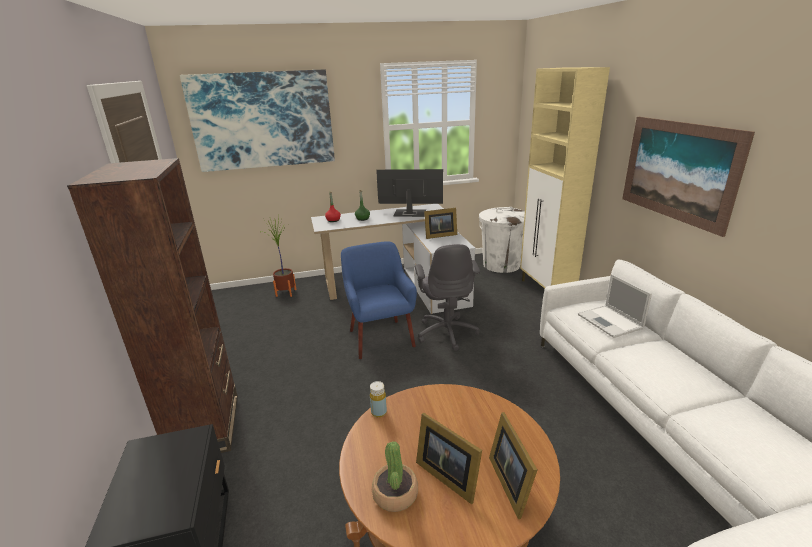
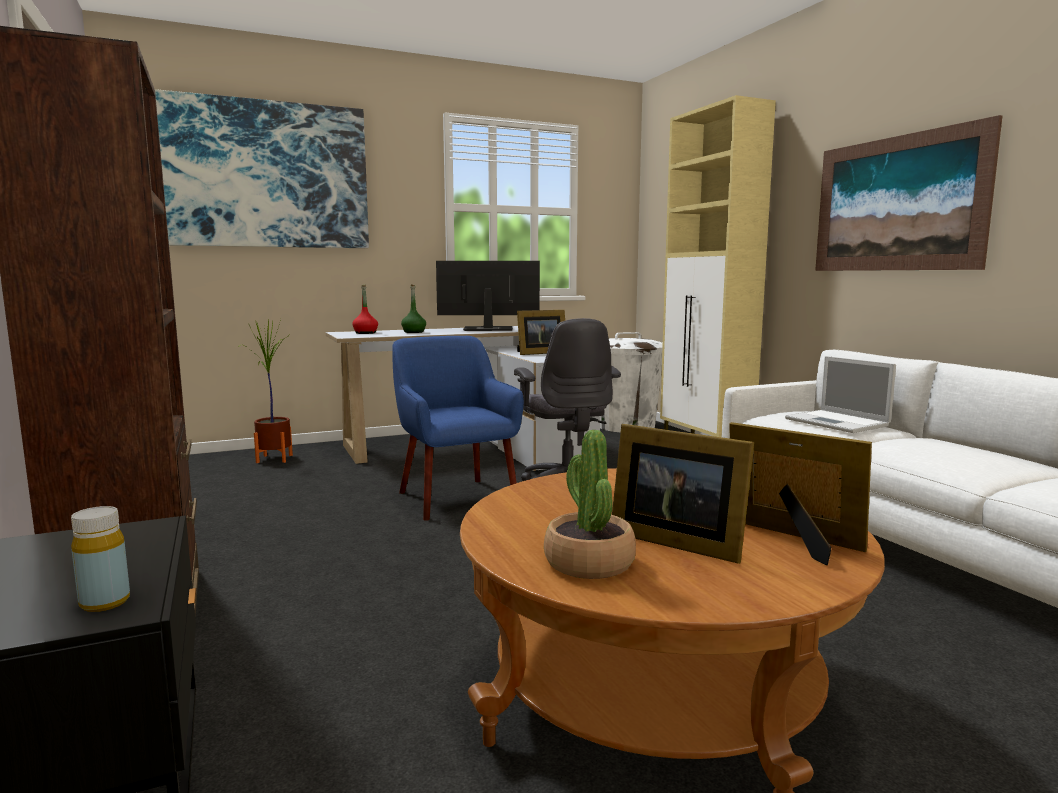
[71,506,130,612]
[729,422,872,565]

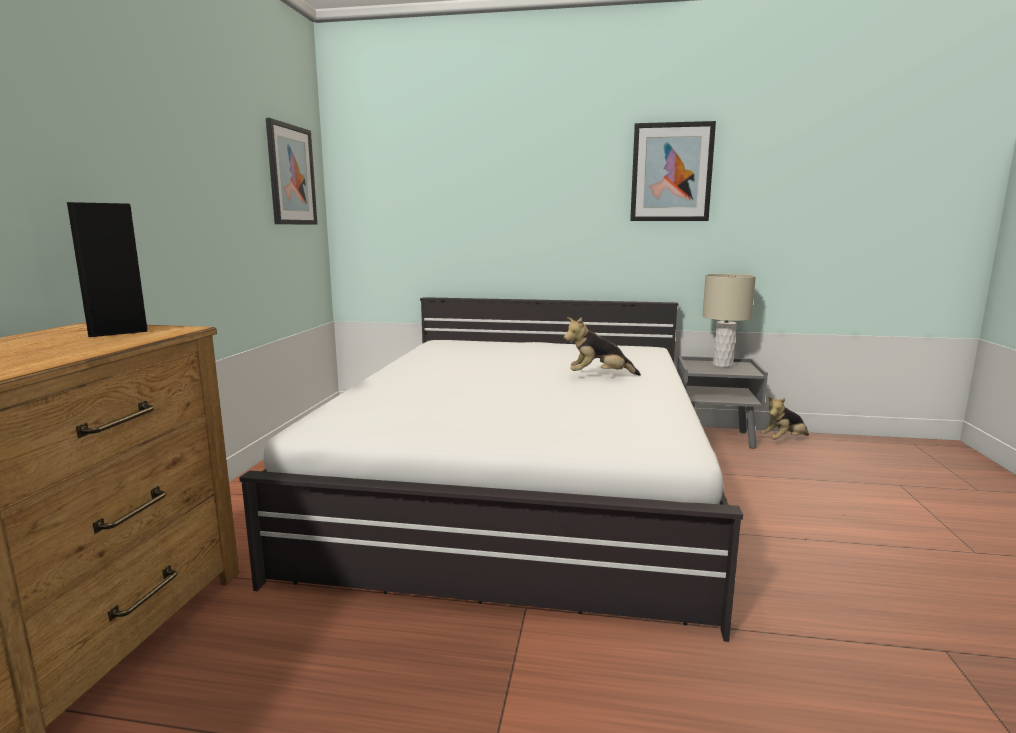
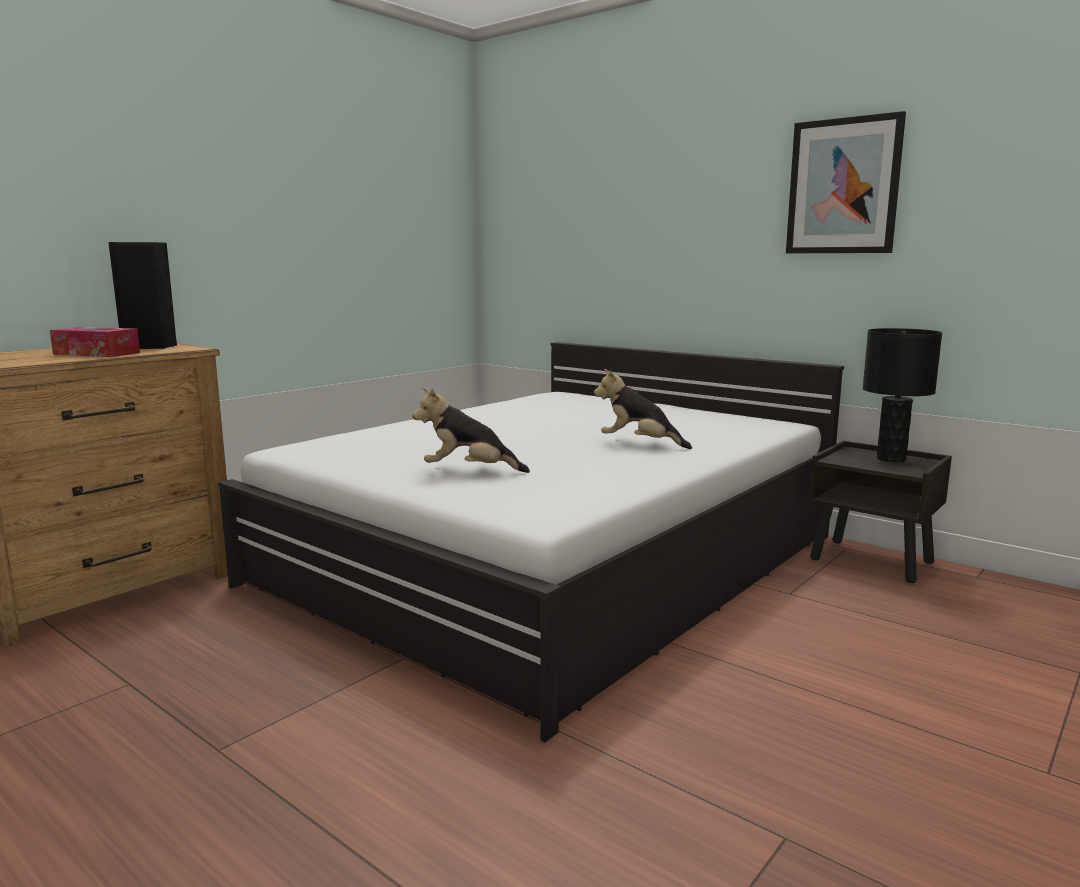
[266,118,317,225] (first image)
[809,441,952,583]
[862,328,942,462]
[412,387,530,473]
[50,327,140,357]

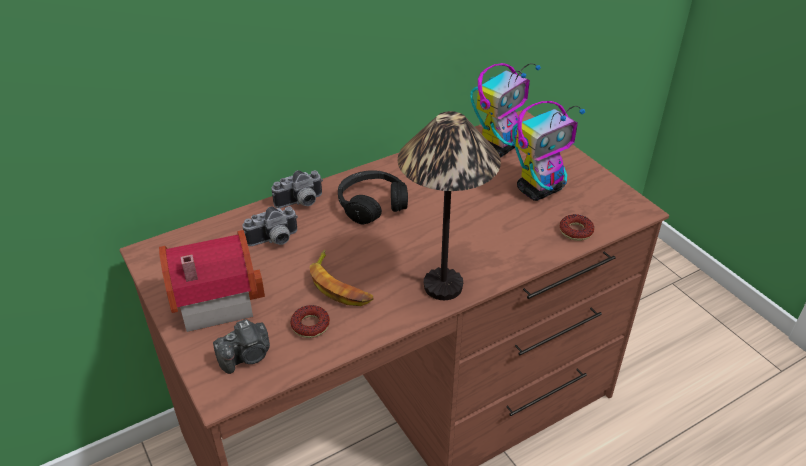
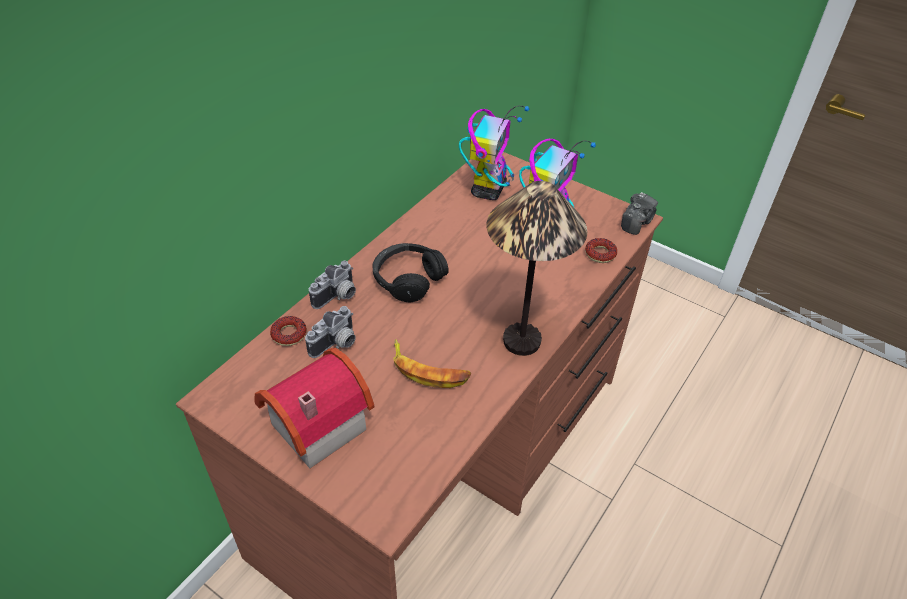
[621,192,658,235]
[270,316,307,346]

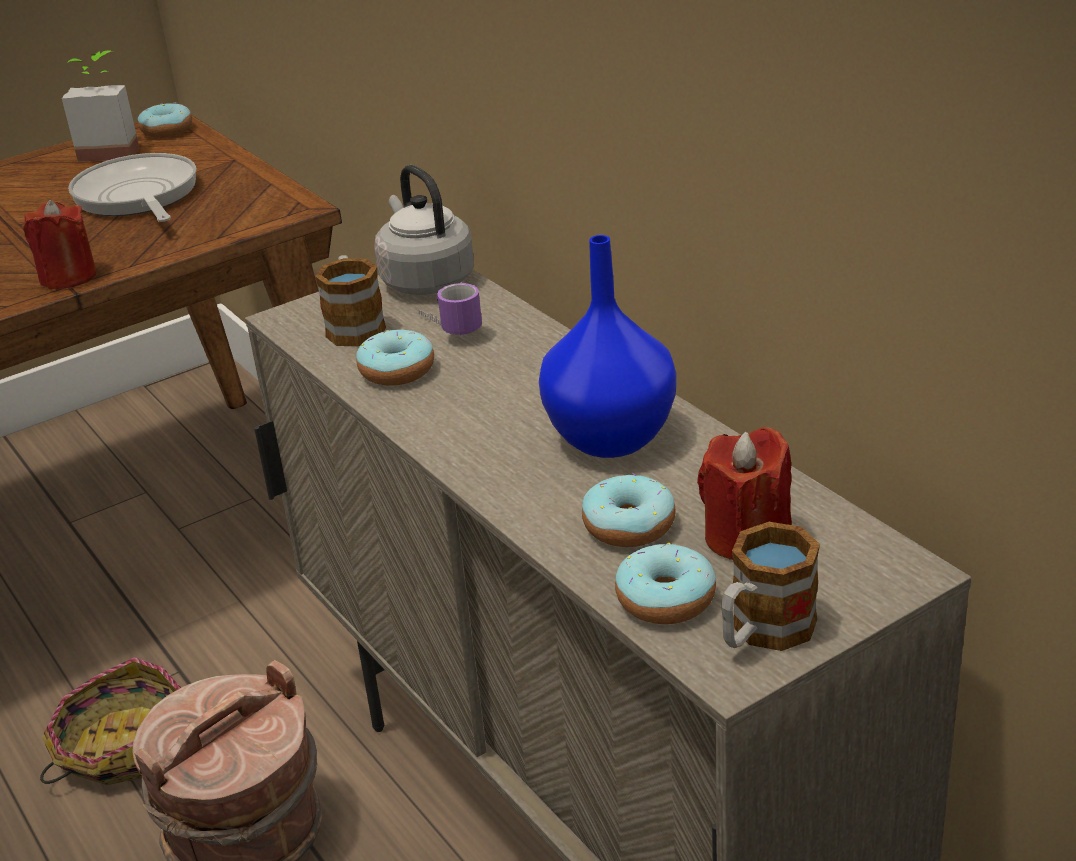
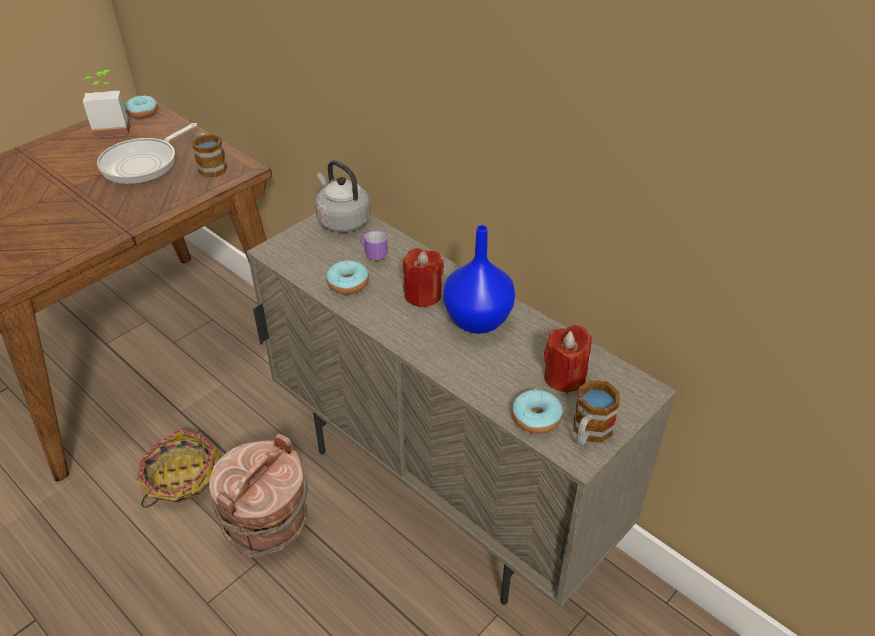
[403,248,444,308]
[97,123,197,184]
[192,133,227,177]
[582,473,676,547] (first image)

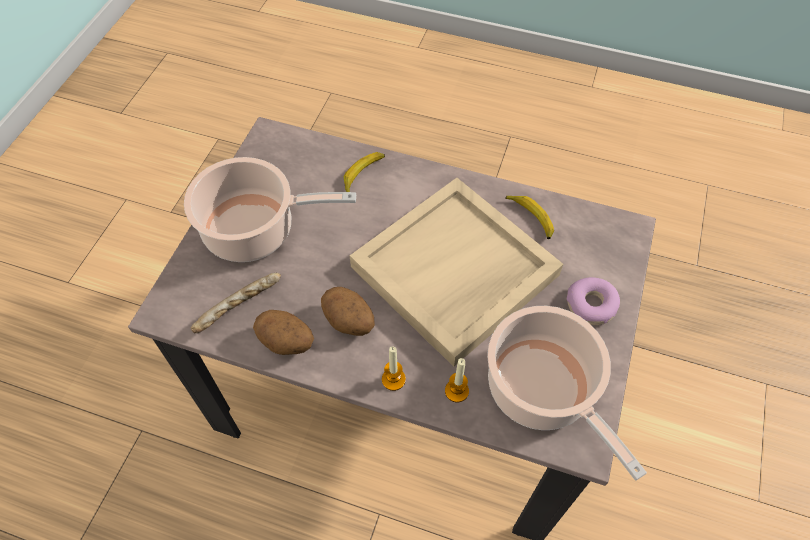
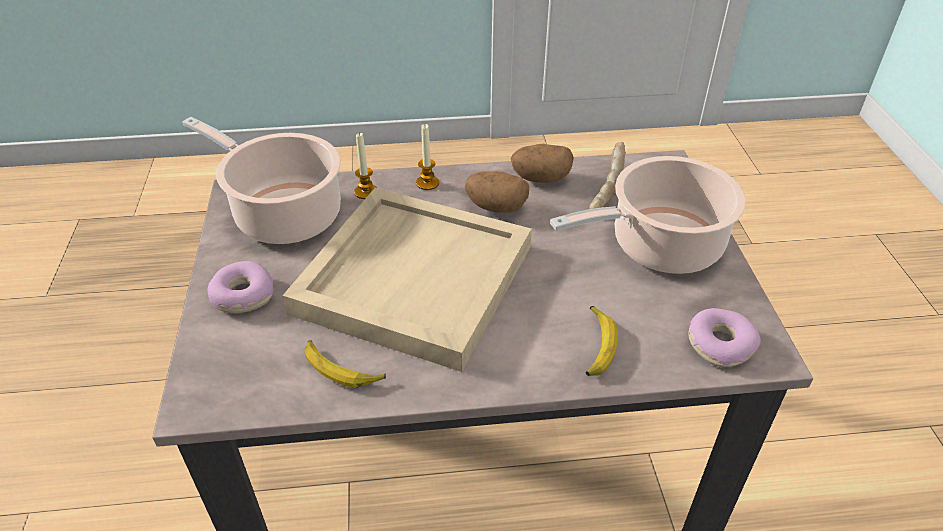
[688,308,761,367]

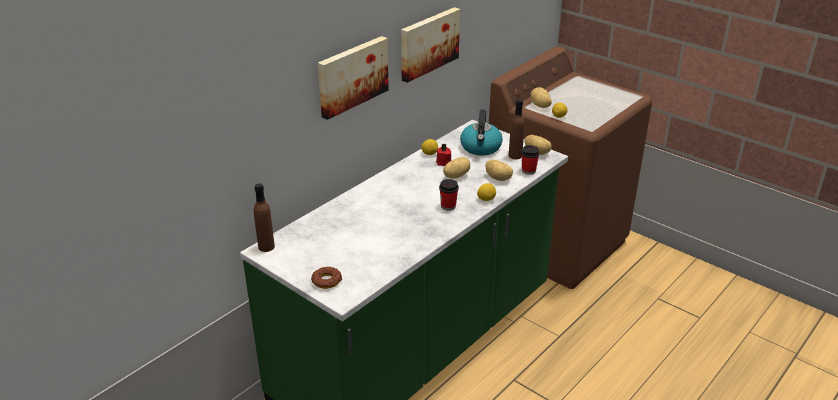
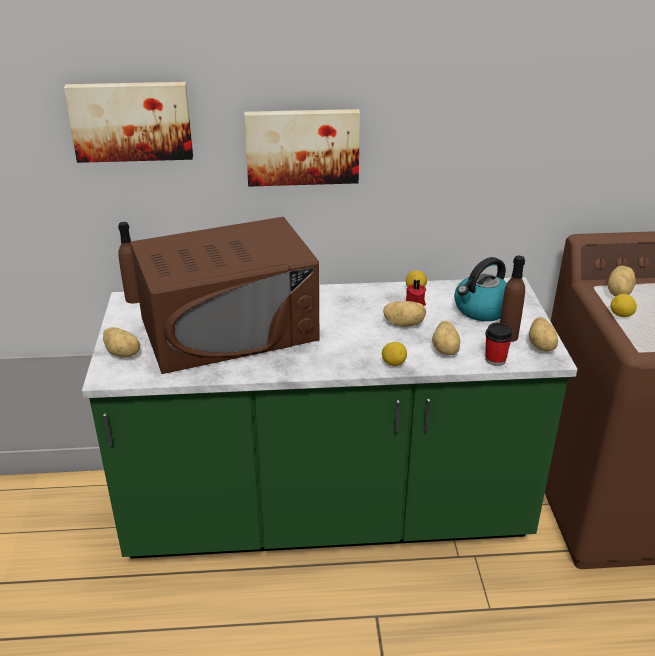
[103,327,140,358]
[64,82,193,163]
[439,179,459,211] (first image)
[130,217,319,374]

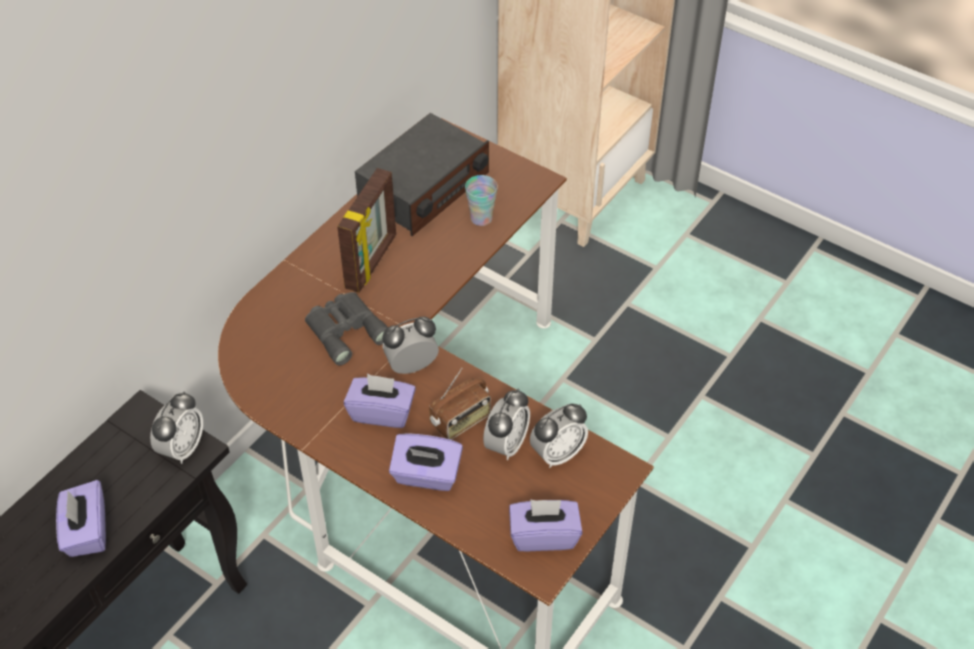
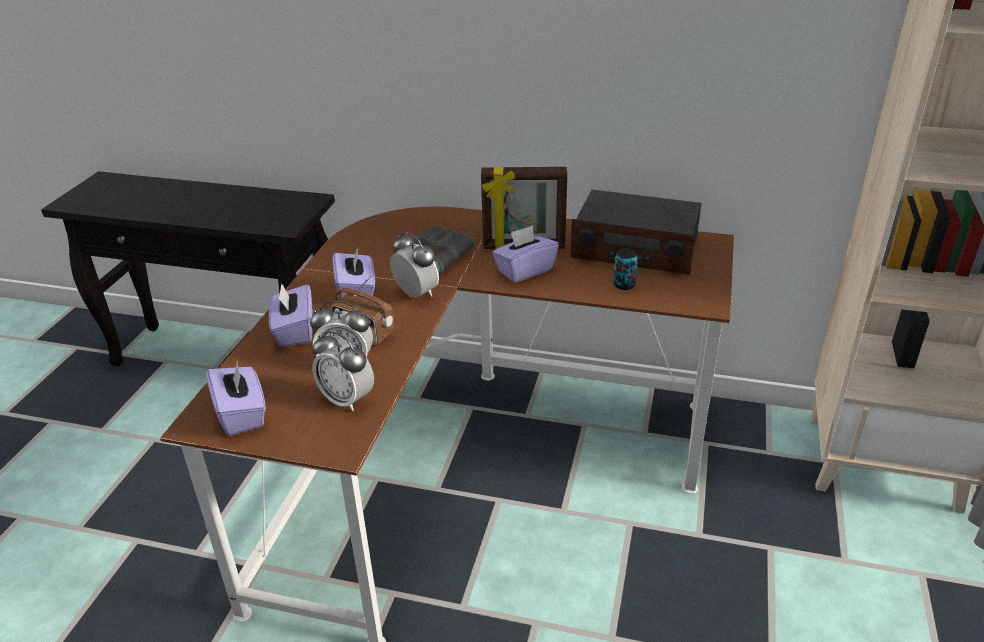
[492,225,559,283]
[150,391,203,464] (first image)
[613,248,638,290]

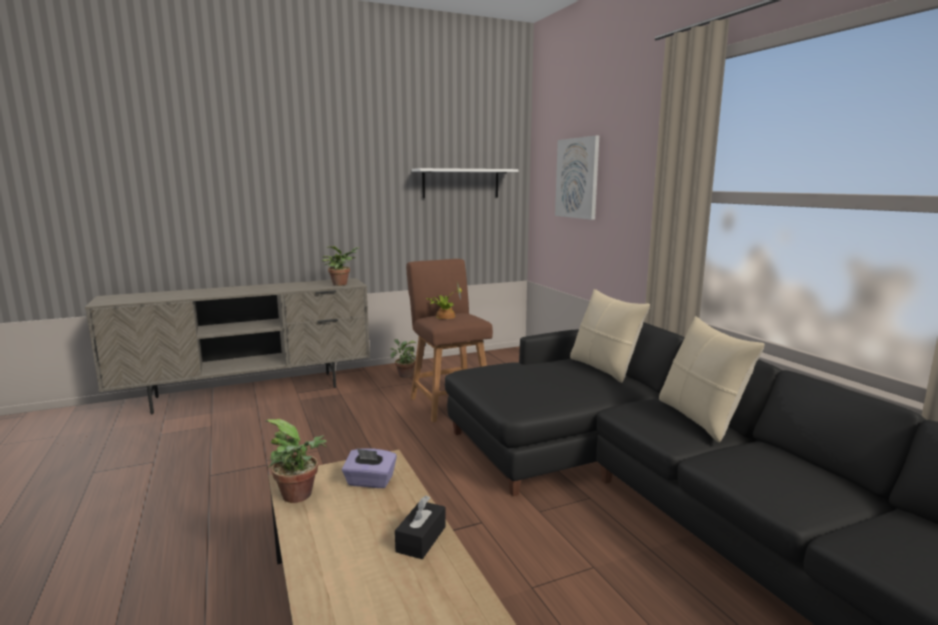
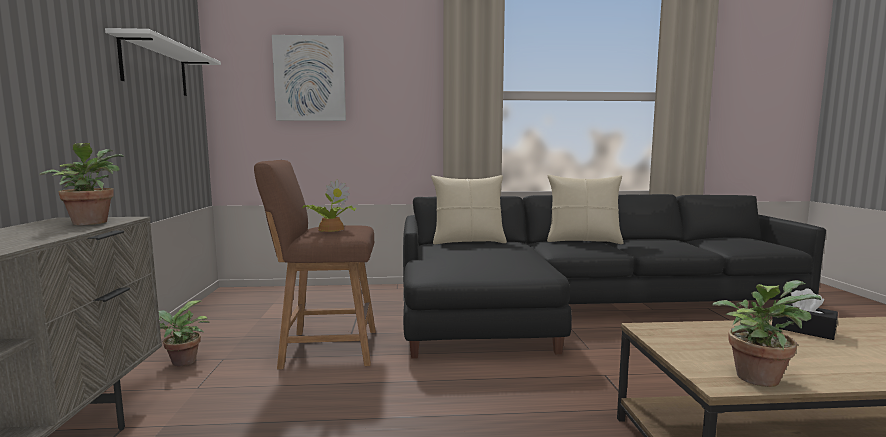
[342,448,397,488] (first image)

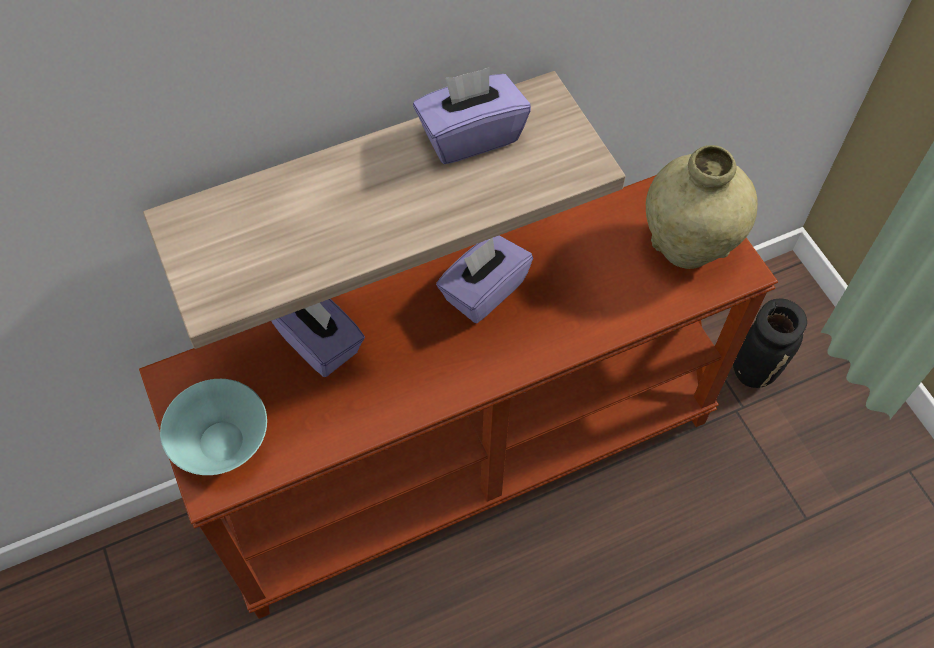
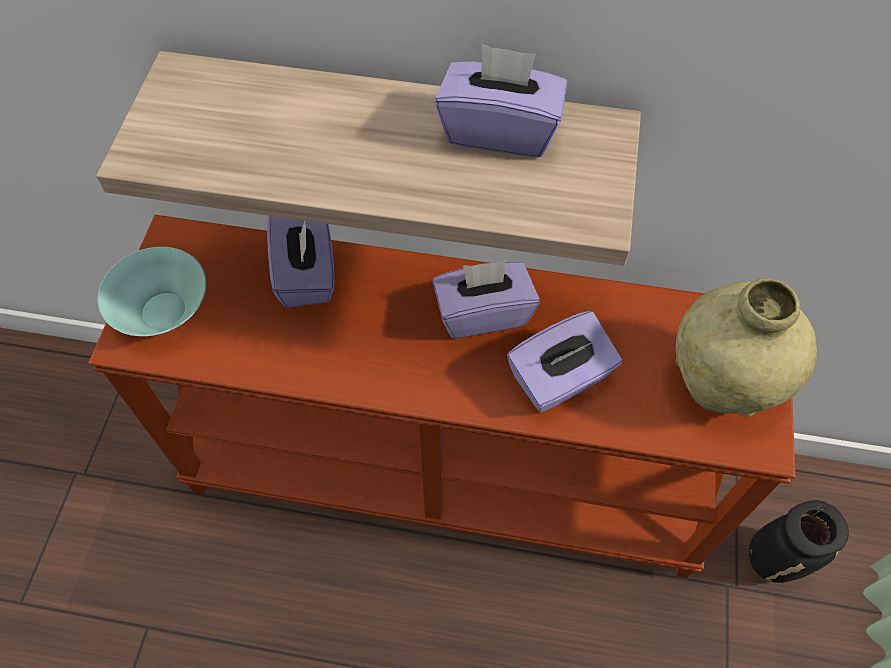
[507,311,622,413]

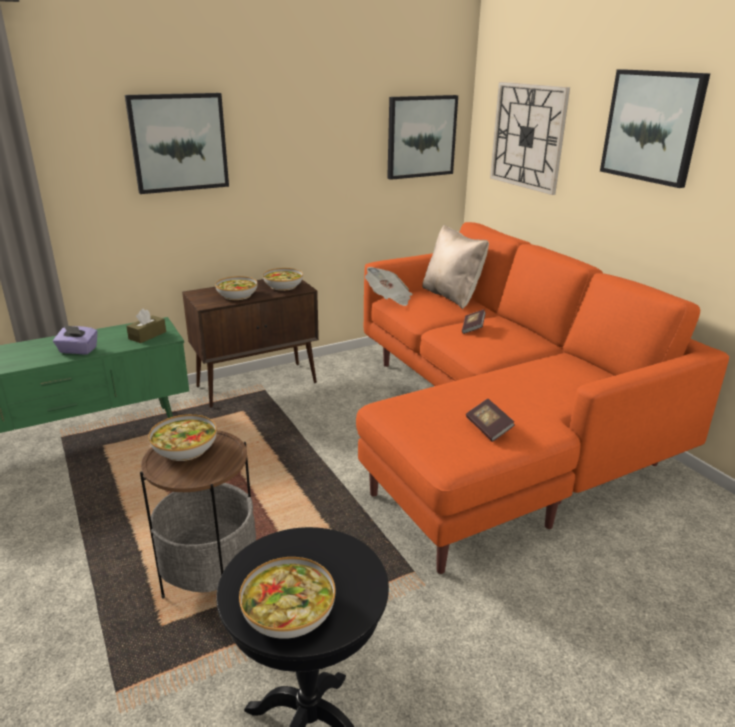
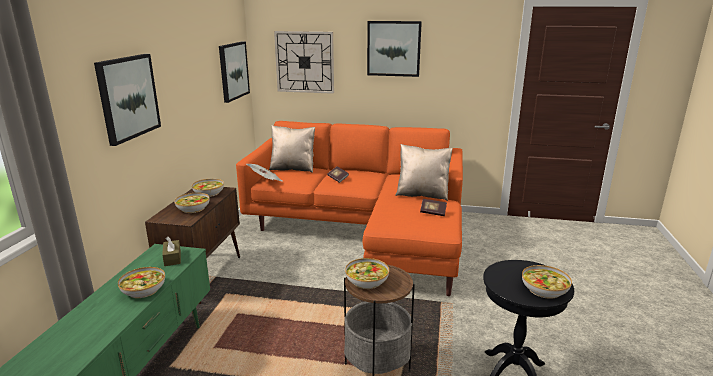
[118,267,165,298]
[395,144,453,201]

